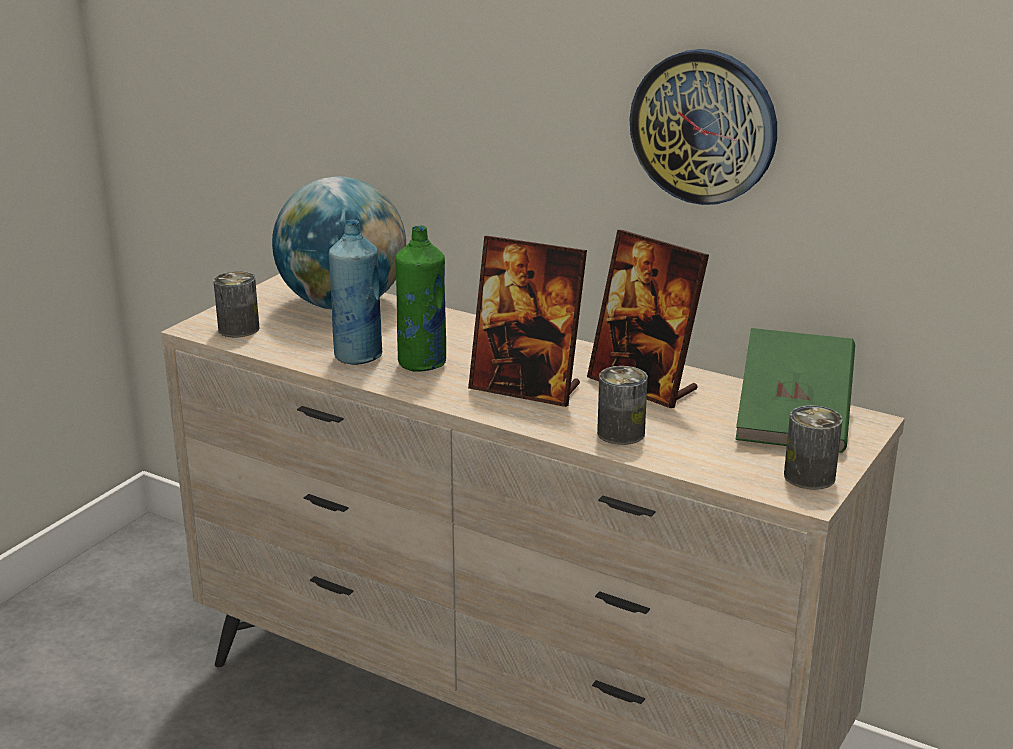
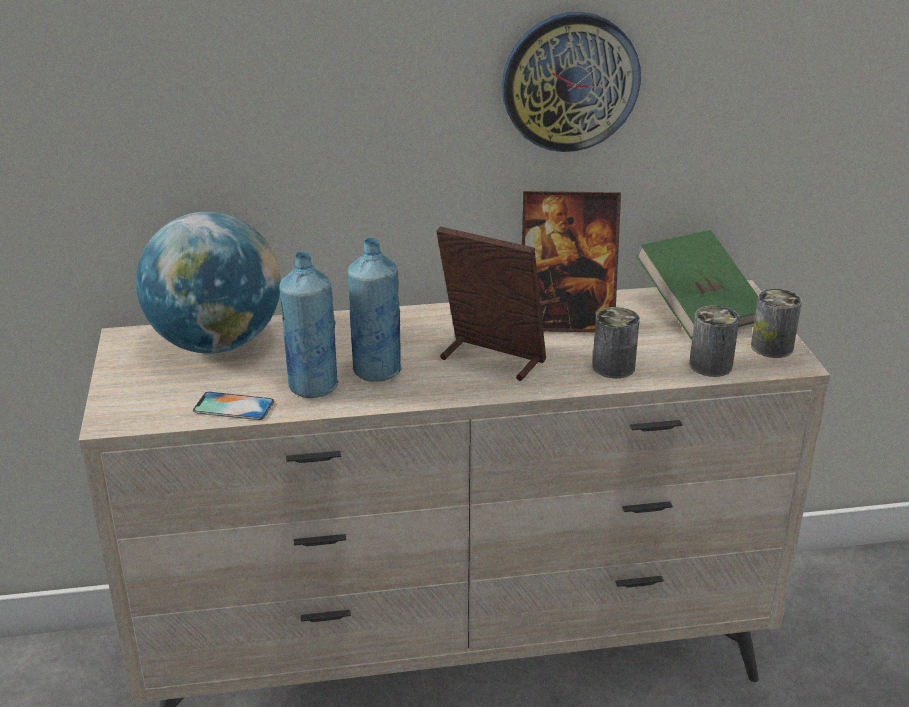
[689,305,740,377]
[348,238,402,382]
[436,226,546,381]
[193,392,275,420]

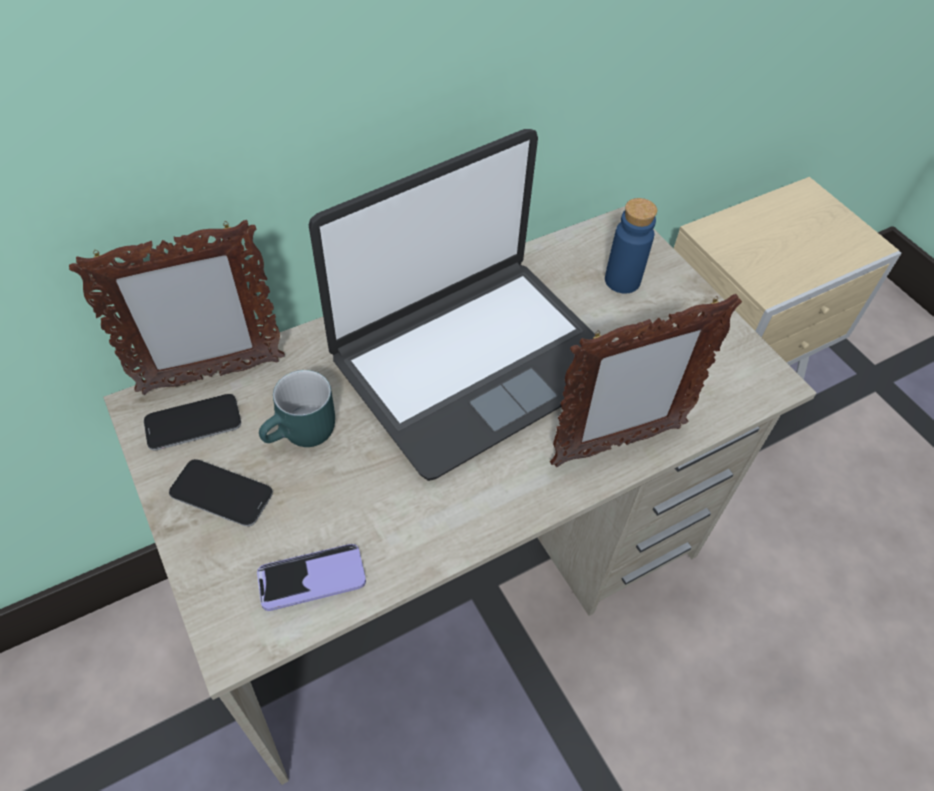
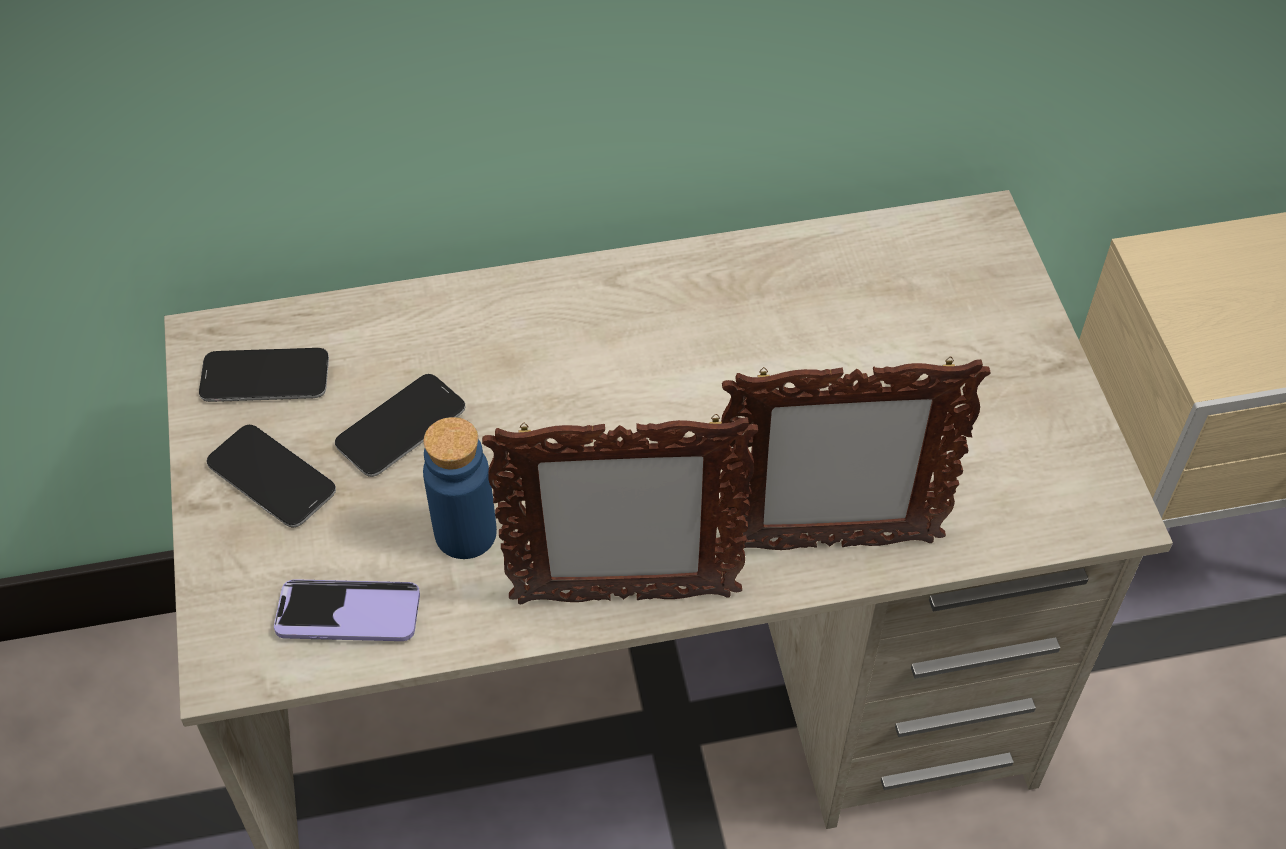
[482,414,758,604]
[335,374,465,477]
[309,129,595,481] (first image)
[423,417,497,559]

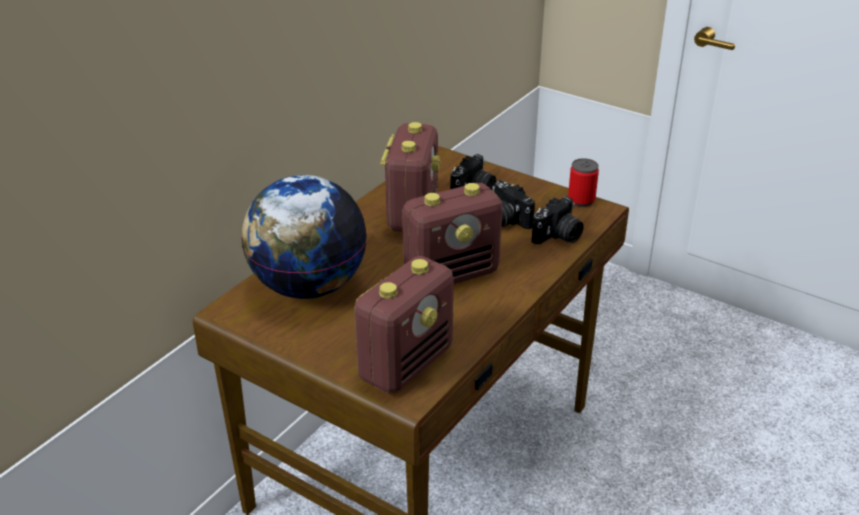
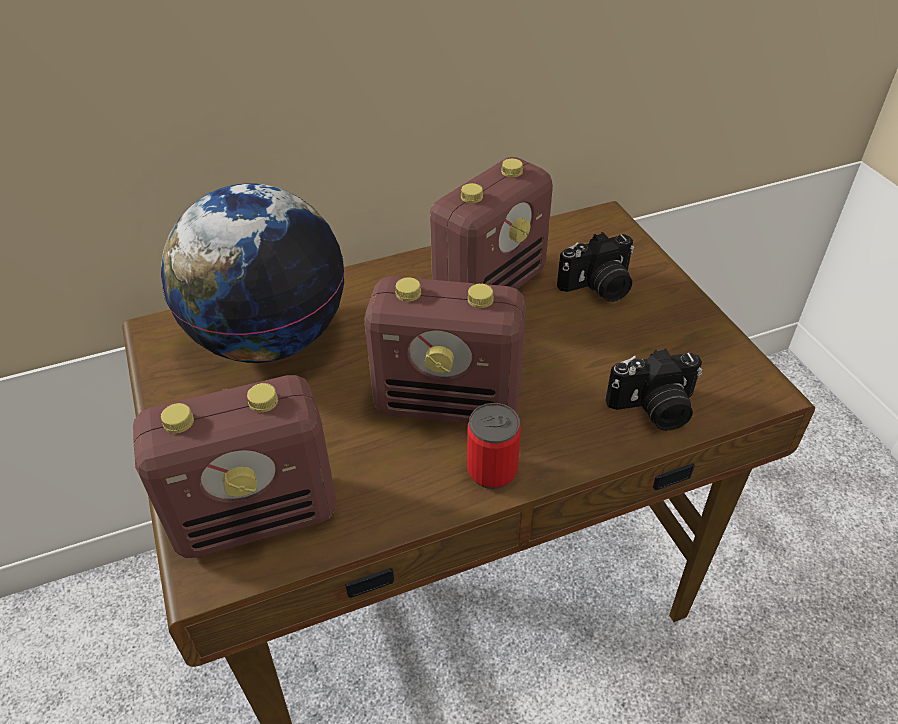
[492,180,535,229] (first image)
[467,403,521,489]

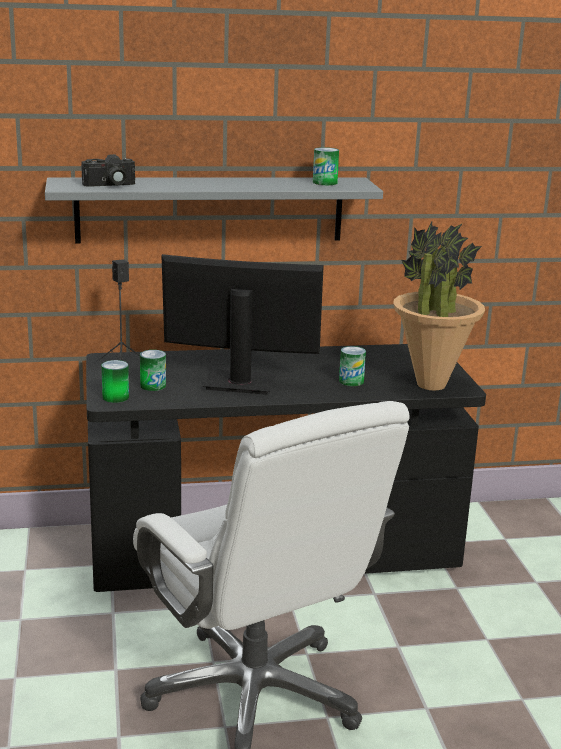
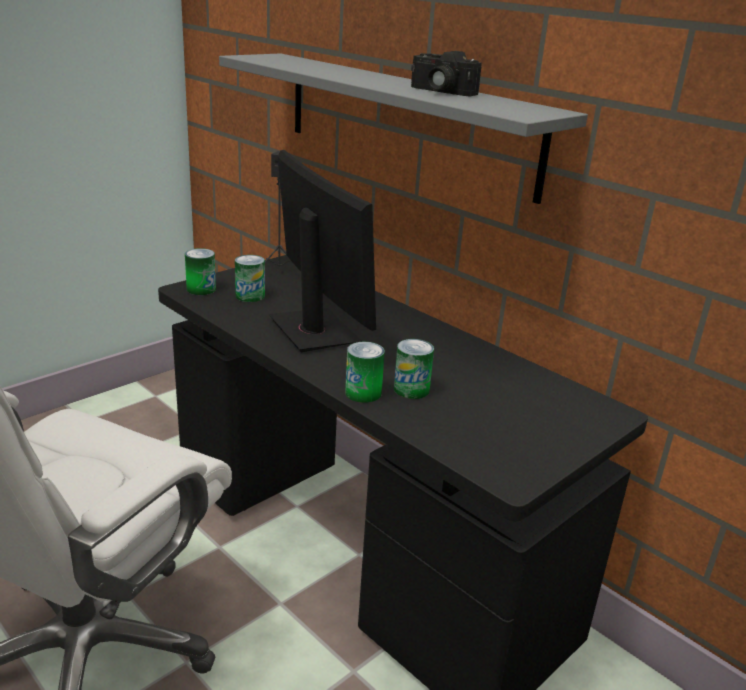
[411,51,482,97]
[345,342,385,403]
[393,222,485,390] (first image)

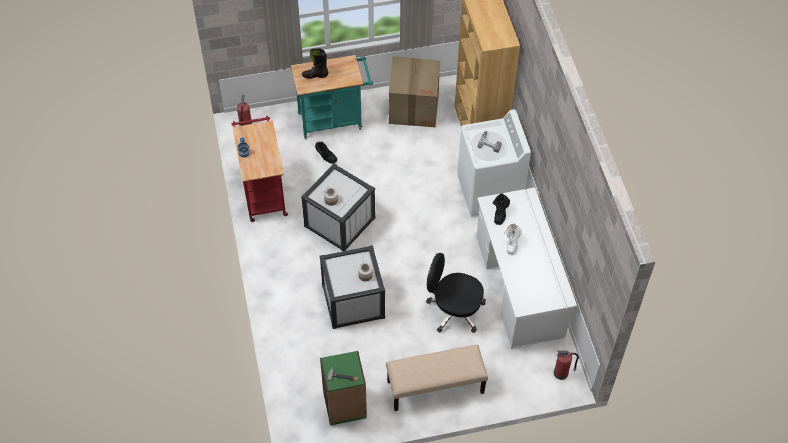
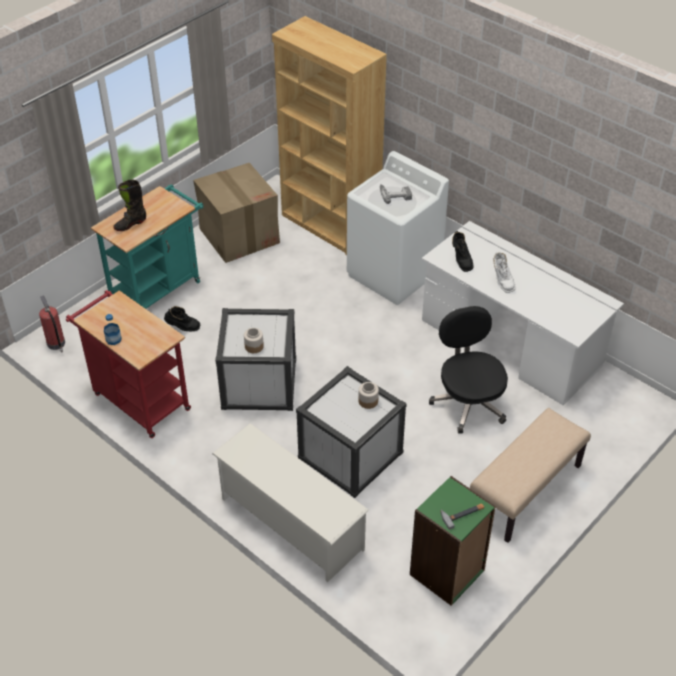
[429,306,508,434]
[554,350,579,380] (first image)
[212,423,369,582]

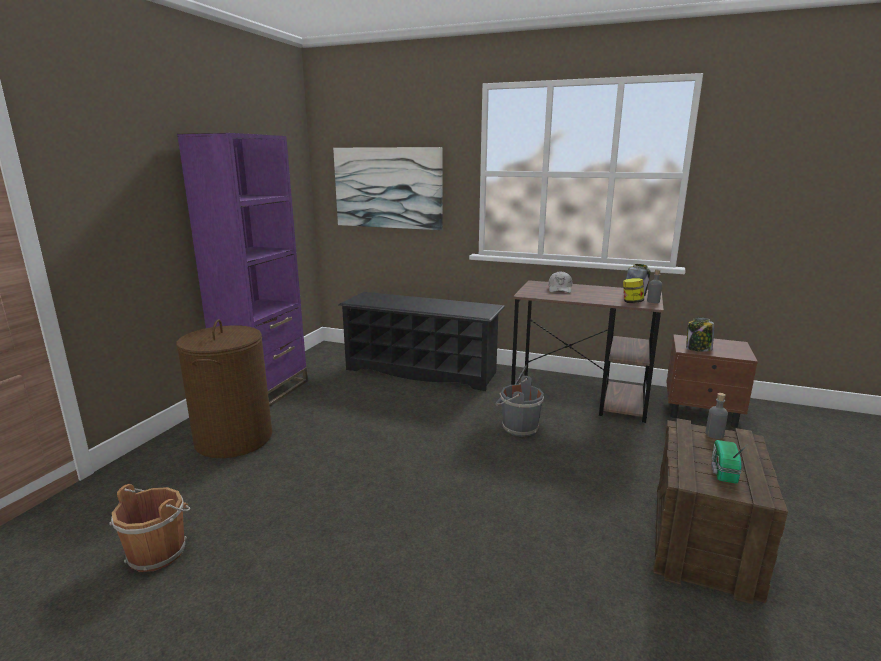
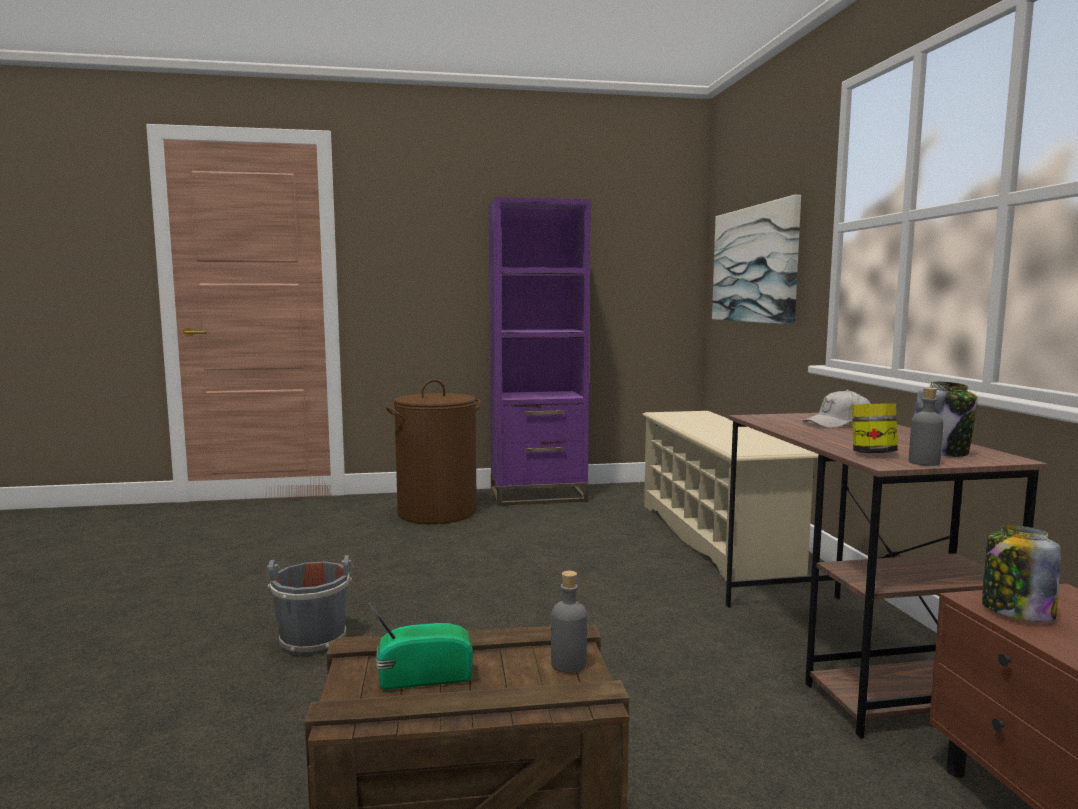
[109,484,190,572] (first image)
[642,411,818,581]
[267,555,354,656]

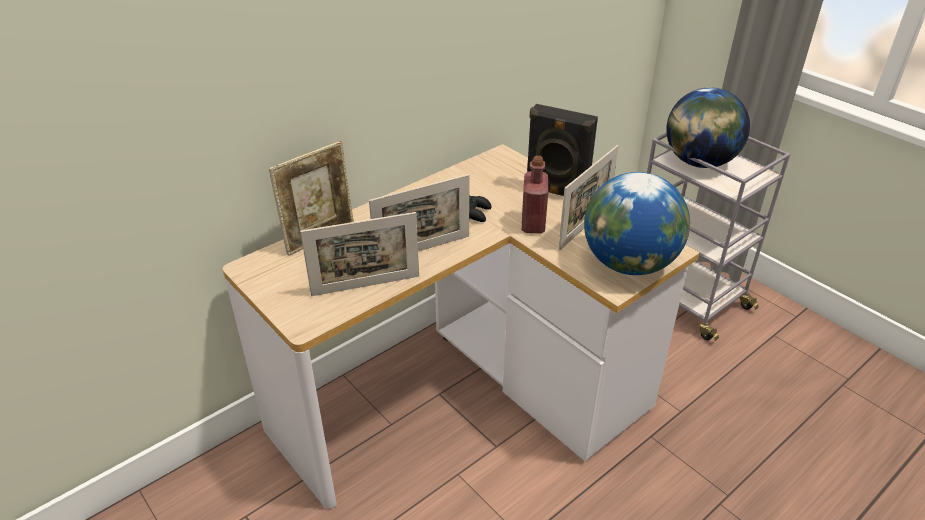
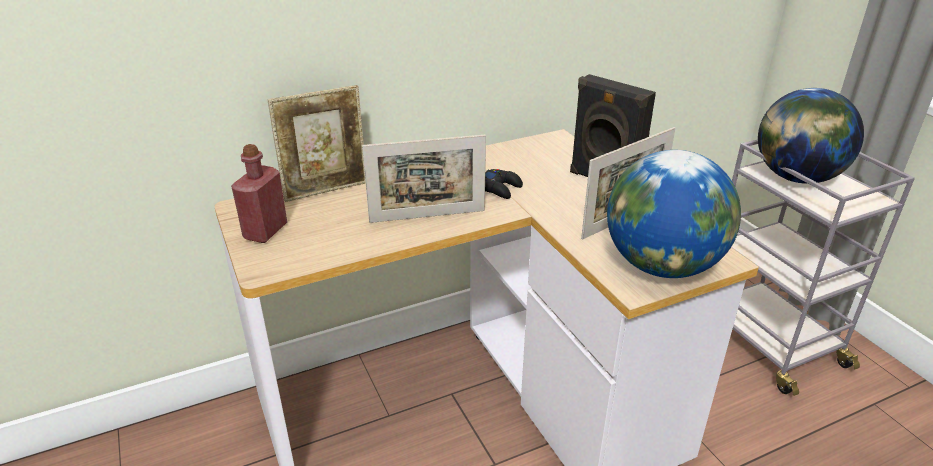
[300,212,419,296] (first image)
[231,144,287,243]

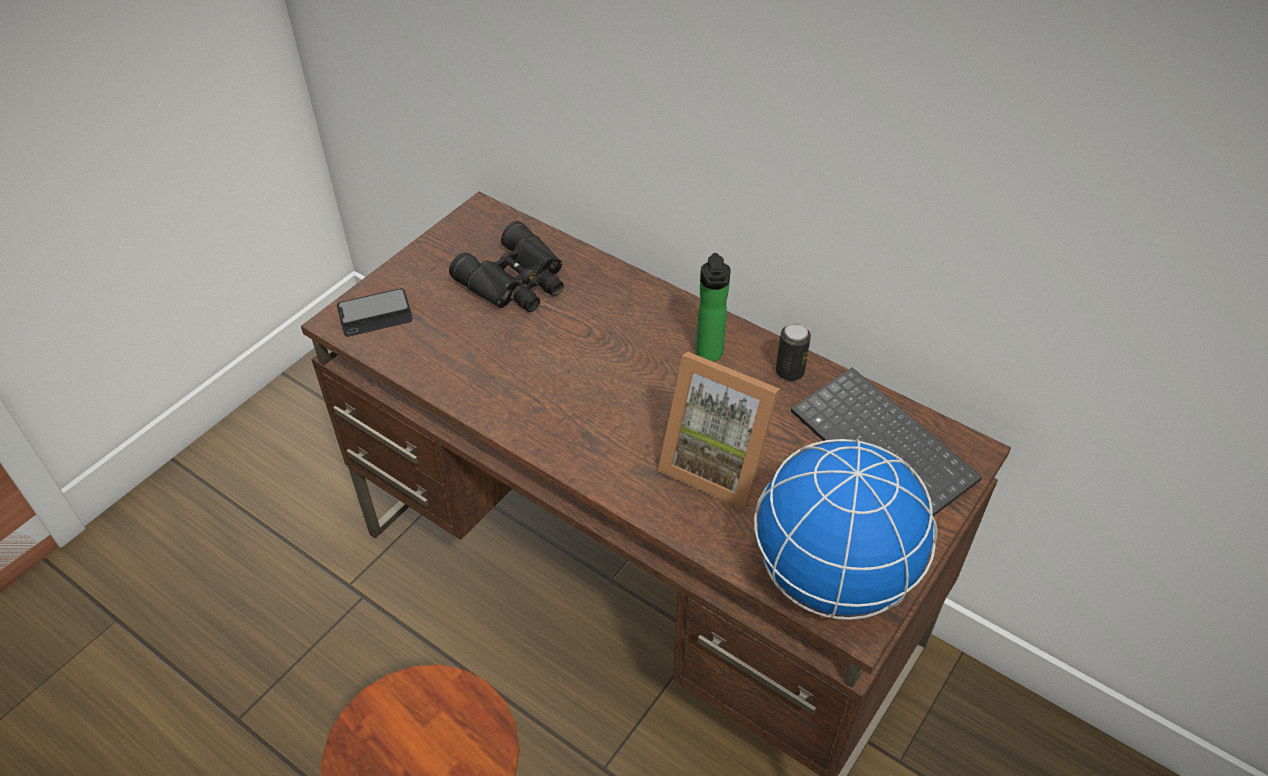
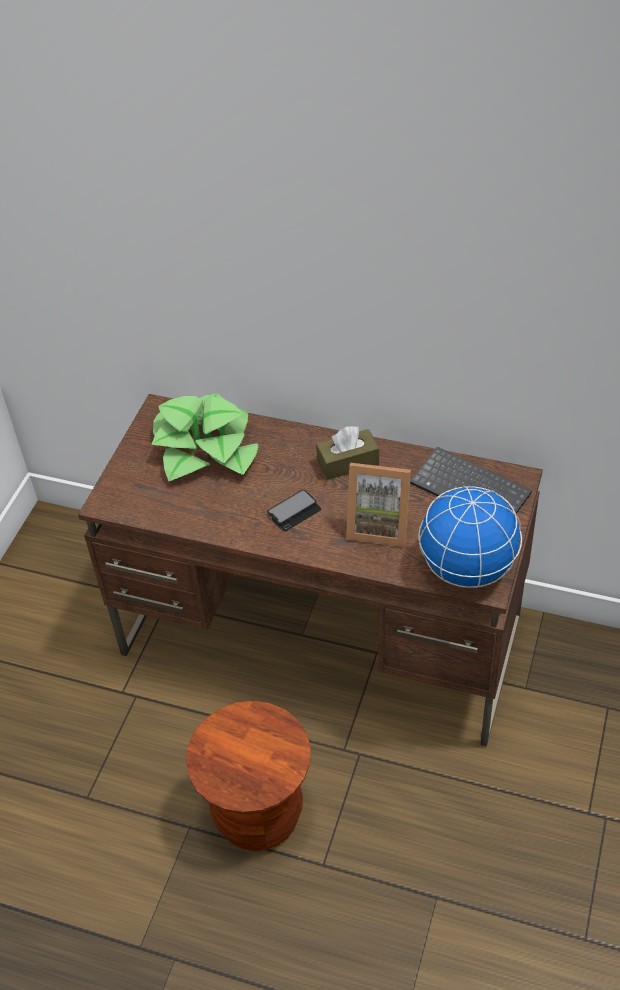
[267,490,321,531]
[151,393,259,481]
[316,426,379,480]
[776,323,811,381] (first image)

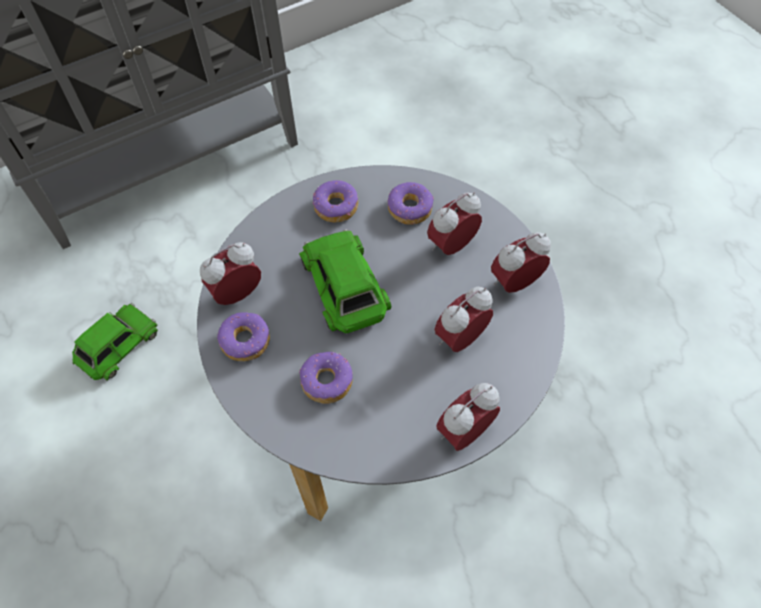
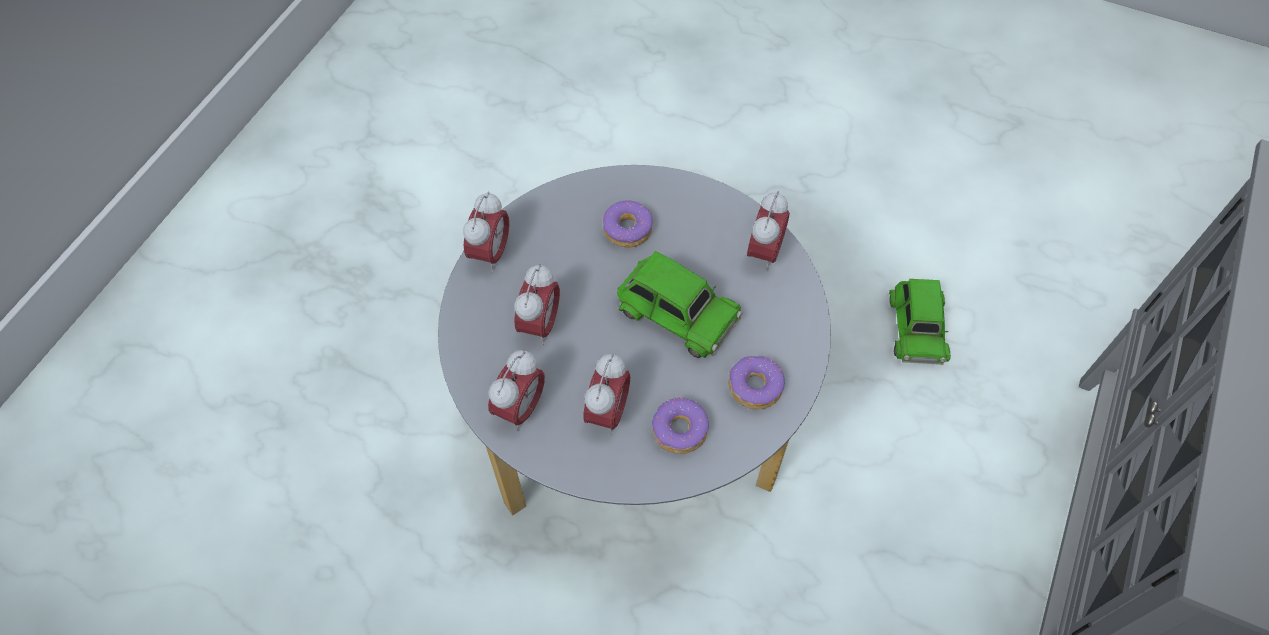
[217,312,270,361] (first image)

